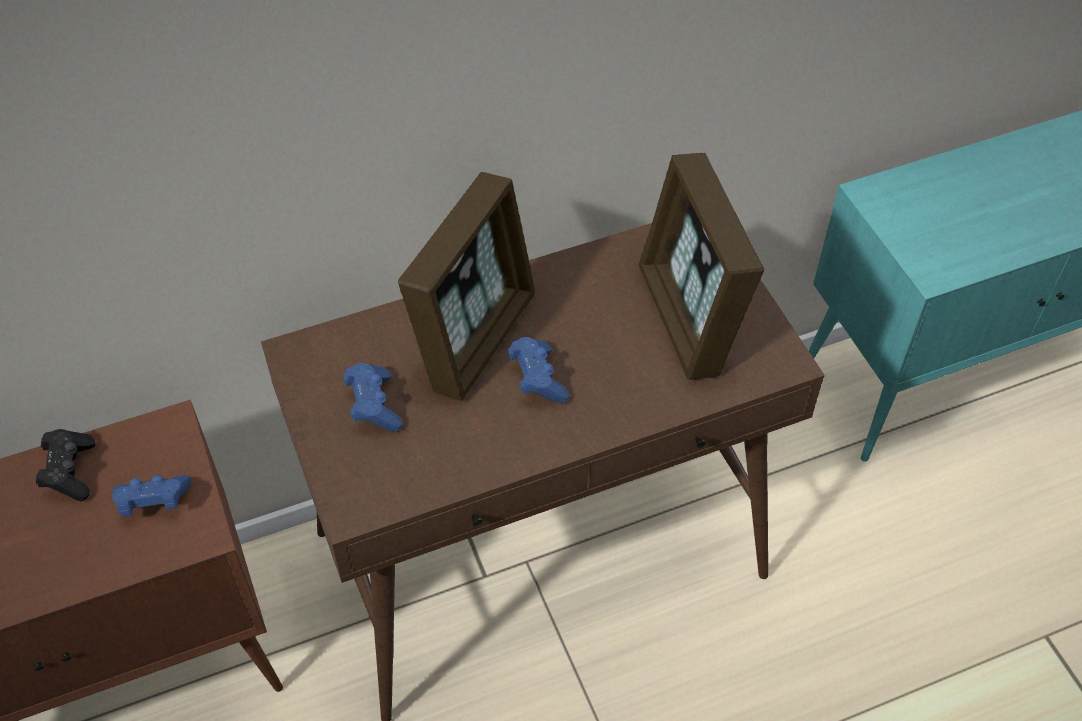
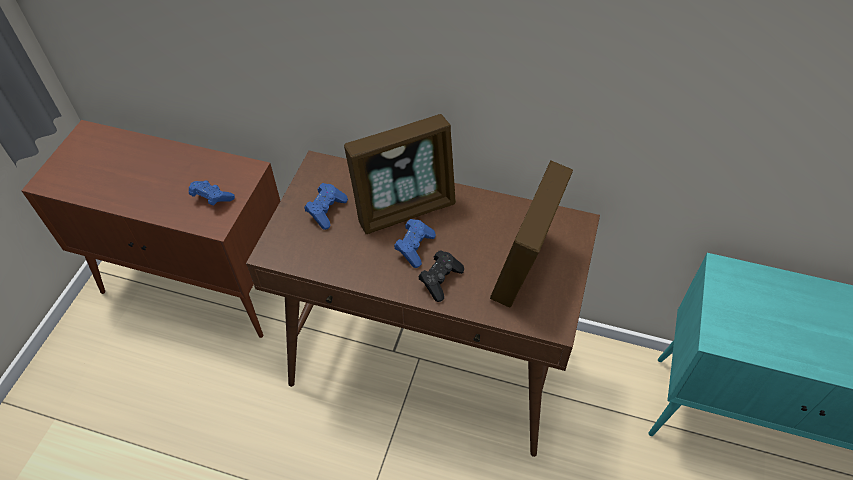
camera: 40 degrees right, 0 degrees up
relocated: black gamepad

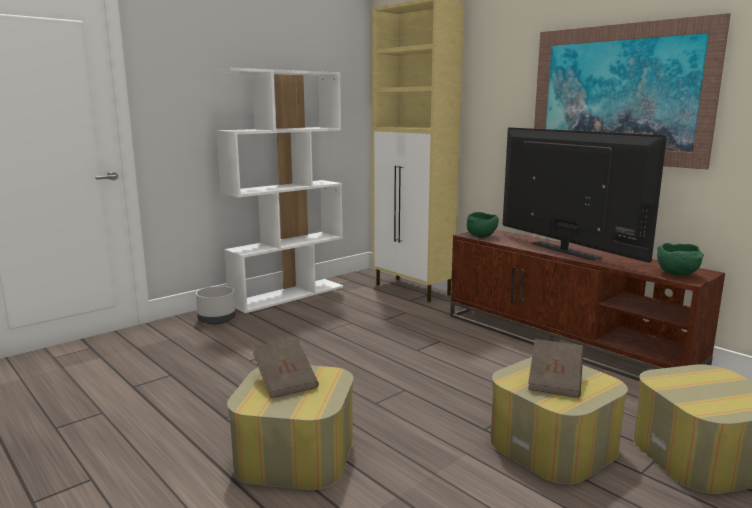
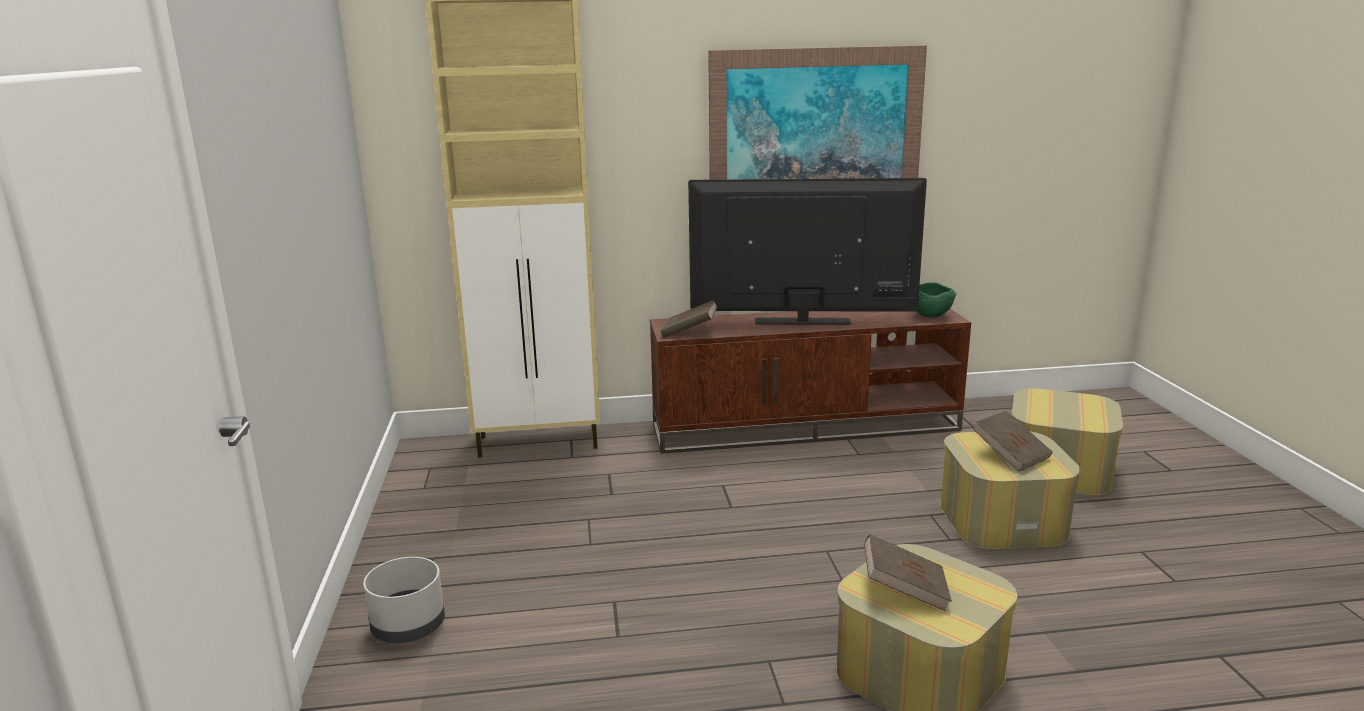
camera: 55 degrees left, 5 degrees up
missing: whitish bookcase
exchanged: greenish deep dish (no. 1 from left) to brown-coloured book (no. 1 from left)

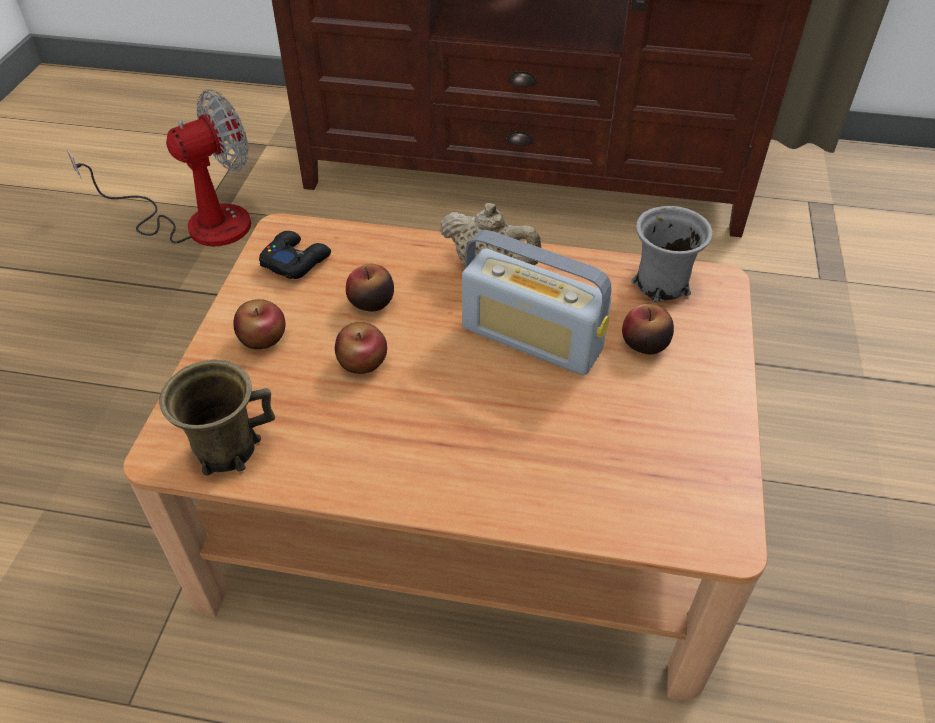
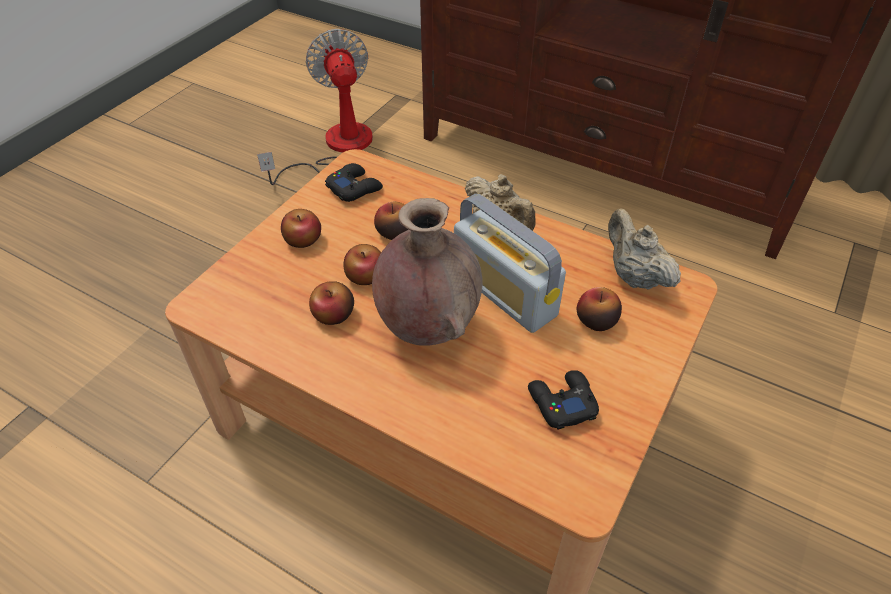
camera: 20 degrees right, 0 degrees up
missing: brown-coloured mug
appeared: apple fruit (no. 2 from left); brown-coloured vase; black gamepad (no. 2 from left)
exchanged: gray mug to beige pot for tea (no. 2 from left)
spun: fan 90 degrees counterclockwise

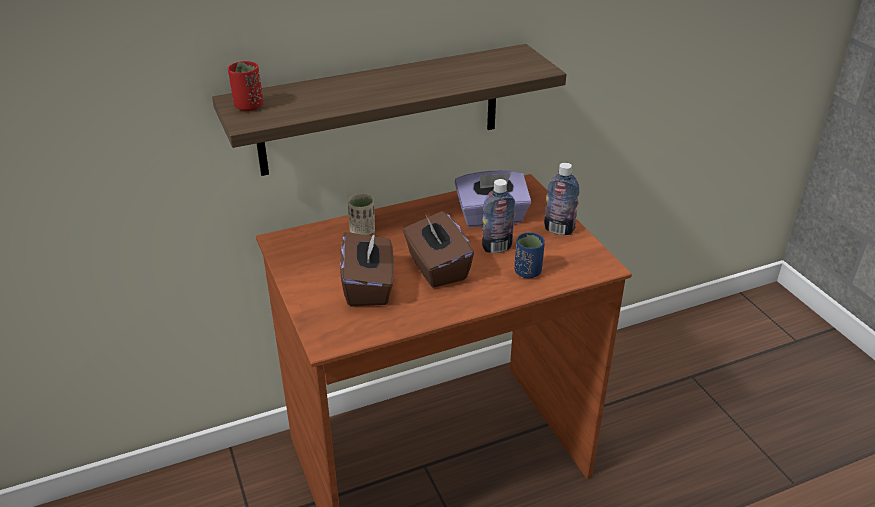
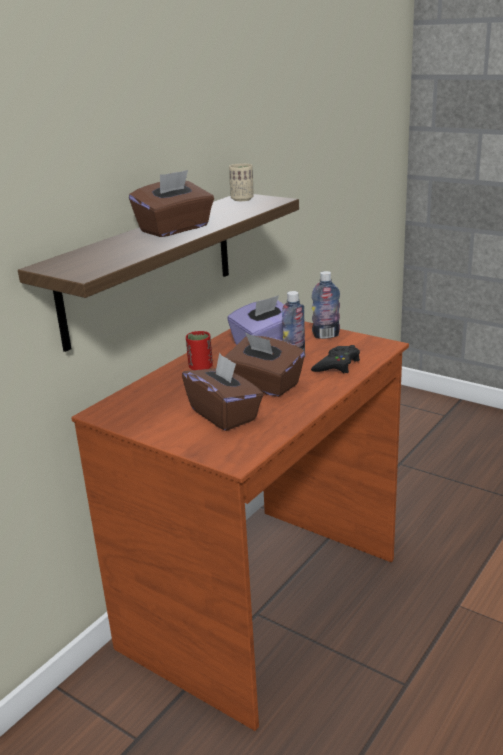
camera: 30 degrees left, 10 degrees down
appeared: brown-coloured box of tissues (no. 1 from left)
relocated: reddish small cup; beige small cup
exchanged: blue-coloured small cup to black gamepad

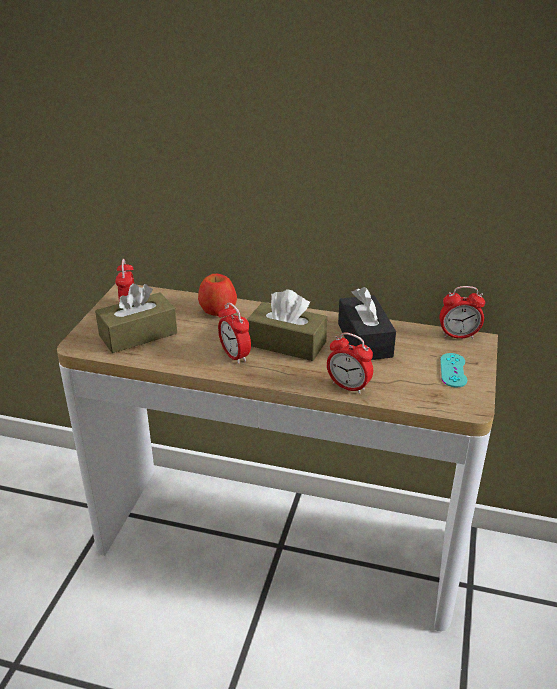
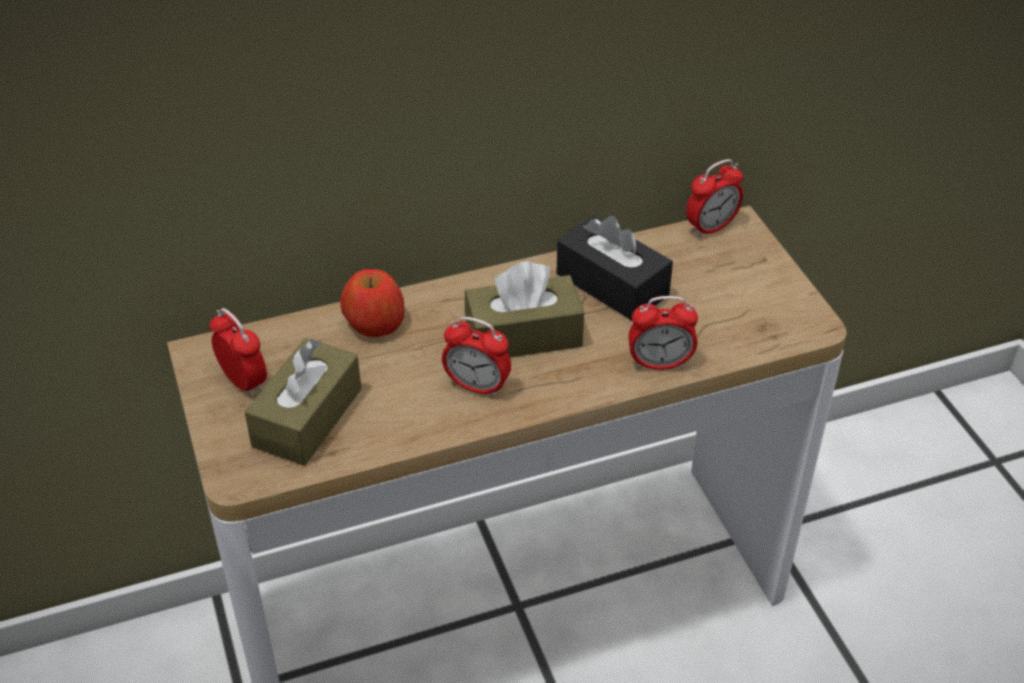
camera: 35 degrees left, 10 degrees up
missing: turquoise-coloured gamepad

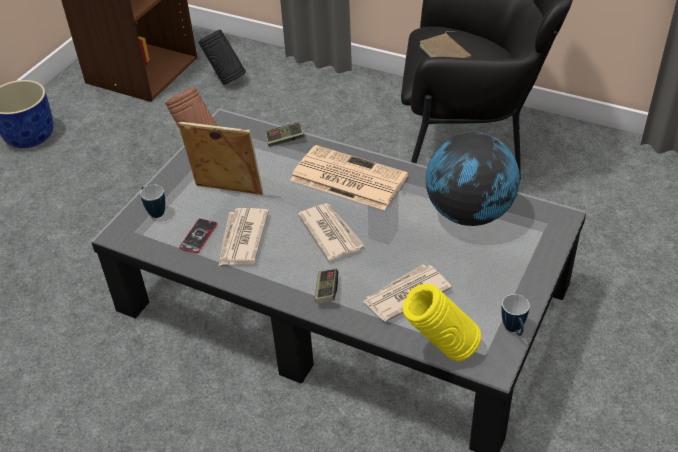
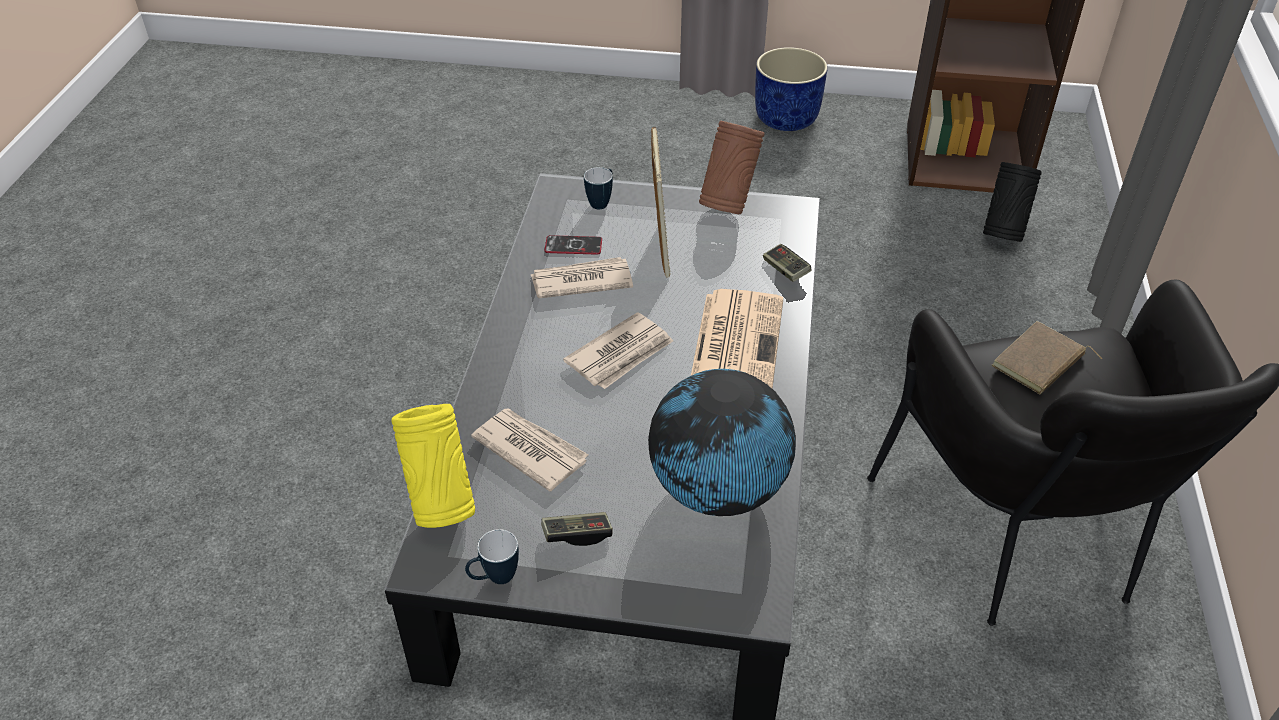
camera: 70 degrees right, 0 degrees up
relocated: gamepad (no. 2 from left in the first image) to gamepad (no. 1 from left)

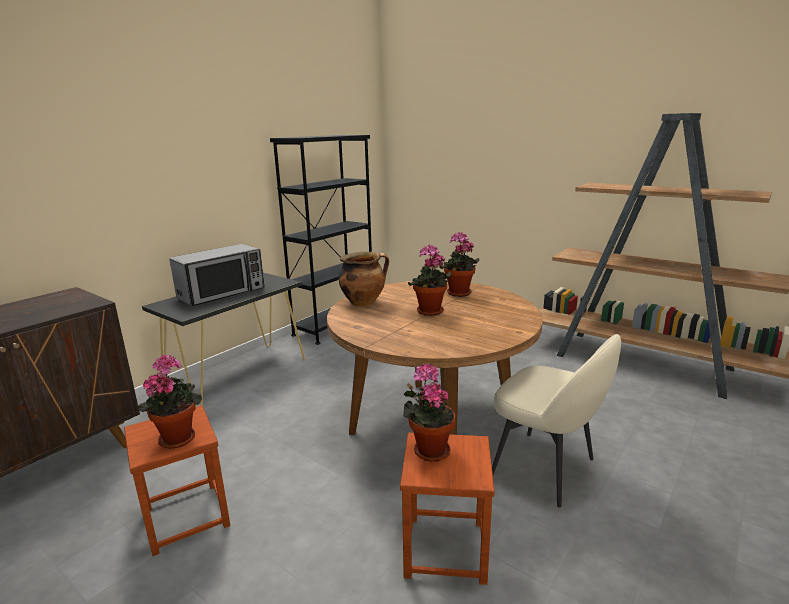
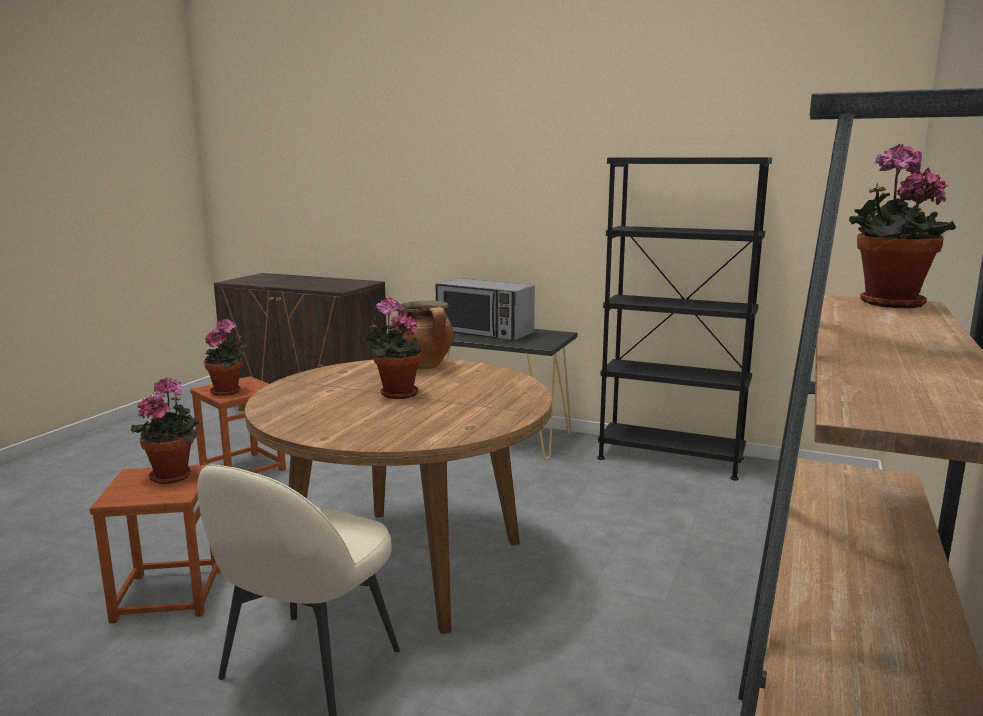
camera: 75 degrees right, 5 degrees down
relocated: plant in a pot (no. 4 from left)

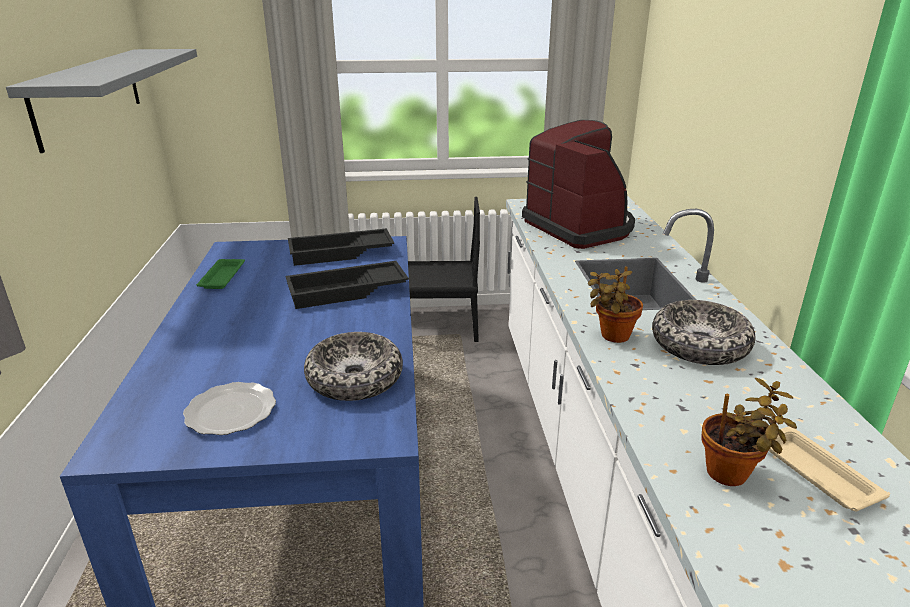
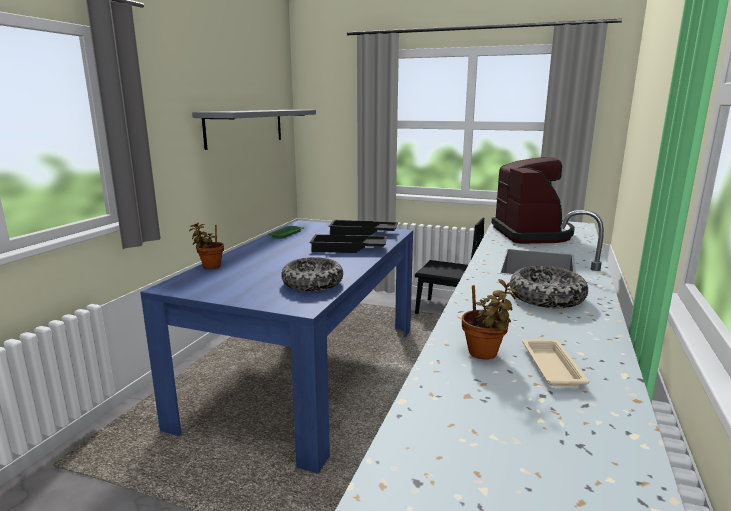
camera: 25 degrees right, 10 degrees down
missing: plate
relocated: plant in a pot (no. 1 from left)

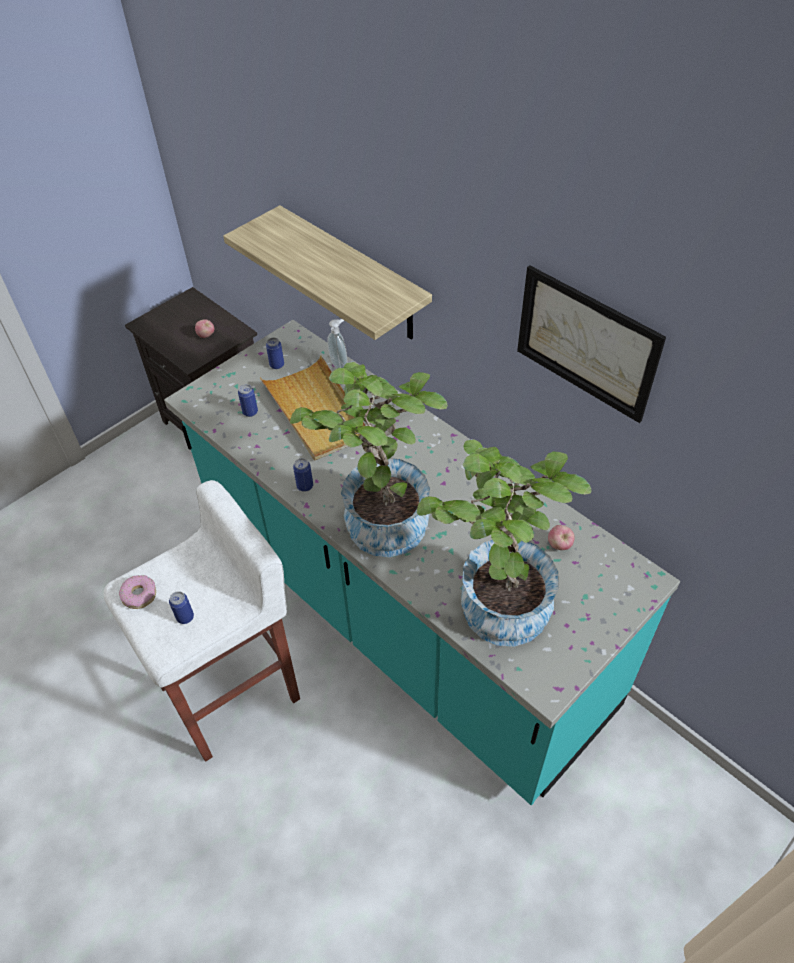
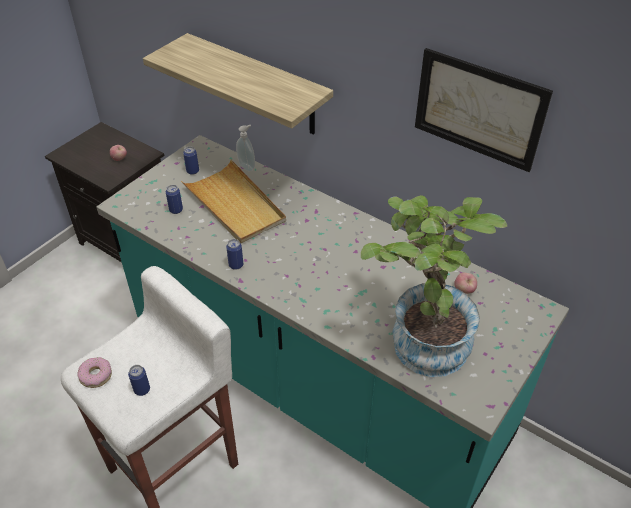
camera: 10 degrees left, 5 degrees down
missing: plant in a pot (no. 1 from left)

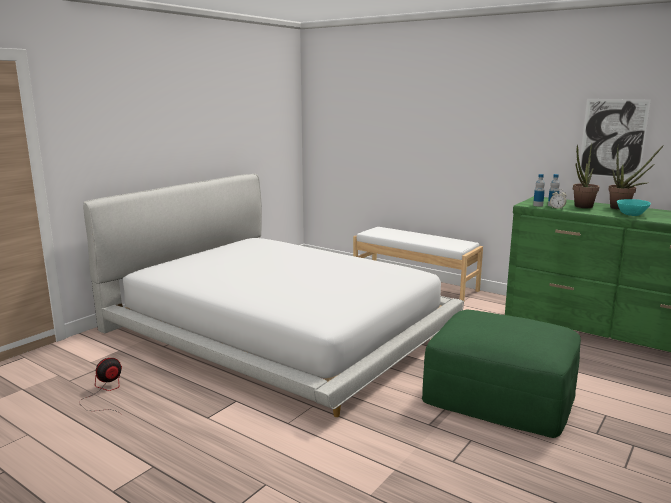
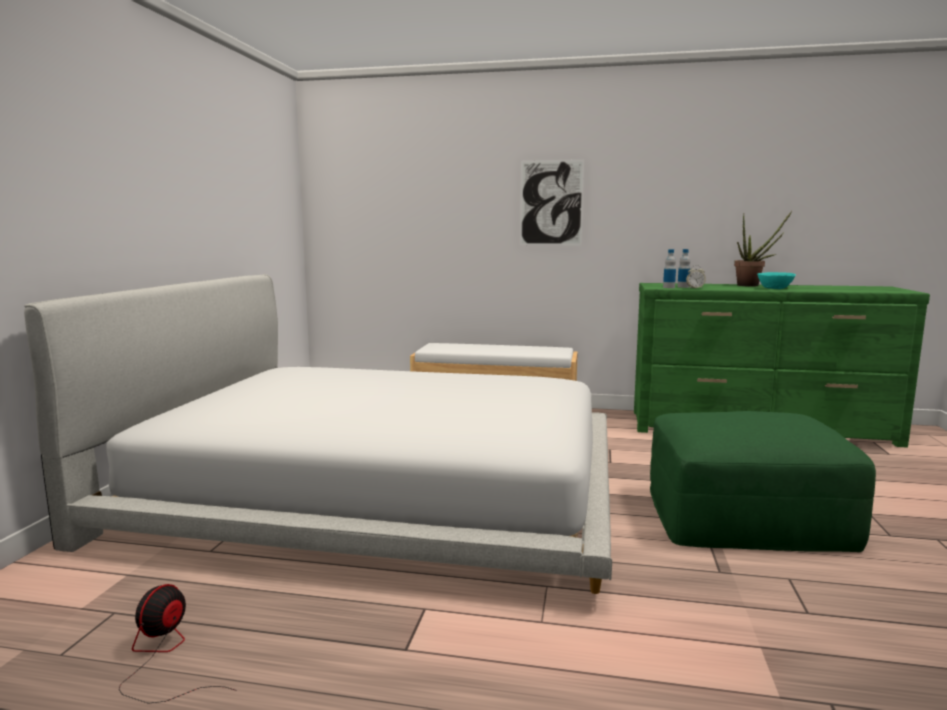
camera: 25 degrees left, 5 degrees down
missing: plant in a pot (no. 1 from left)
relocated: picture

